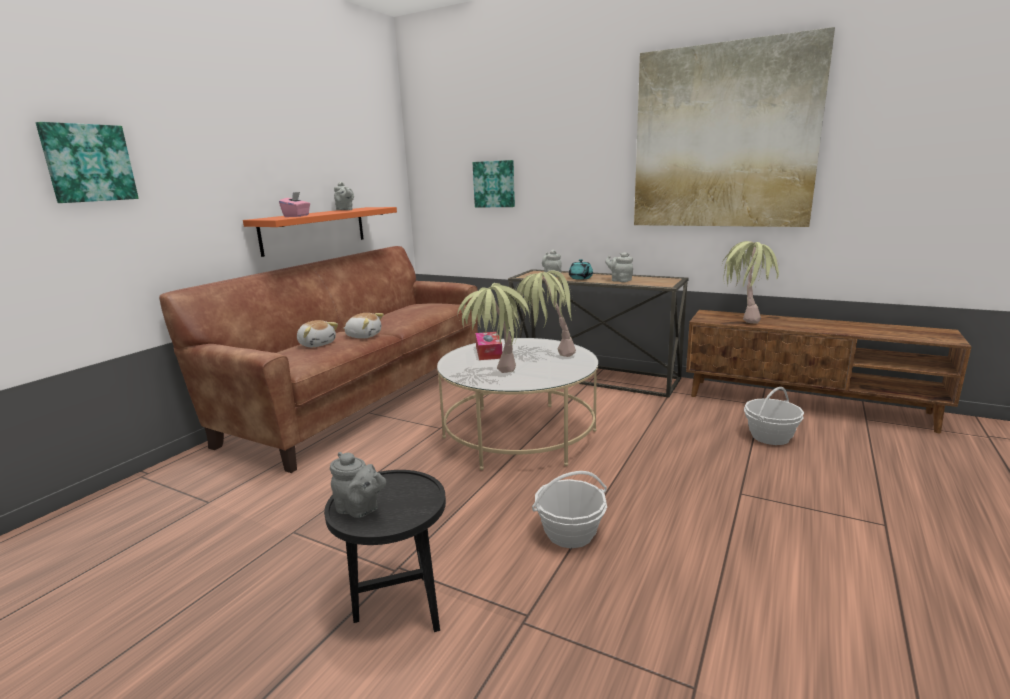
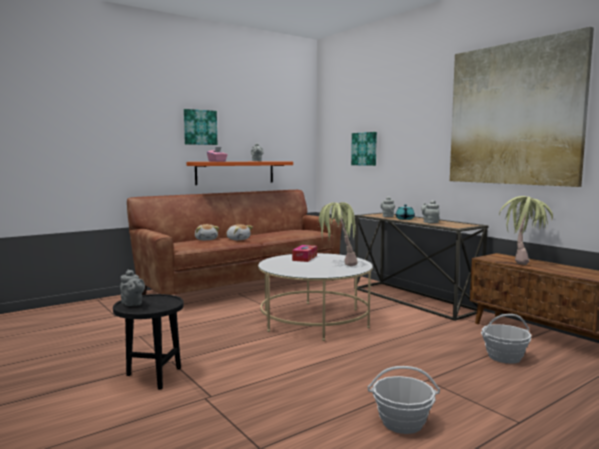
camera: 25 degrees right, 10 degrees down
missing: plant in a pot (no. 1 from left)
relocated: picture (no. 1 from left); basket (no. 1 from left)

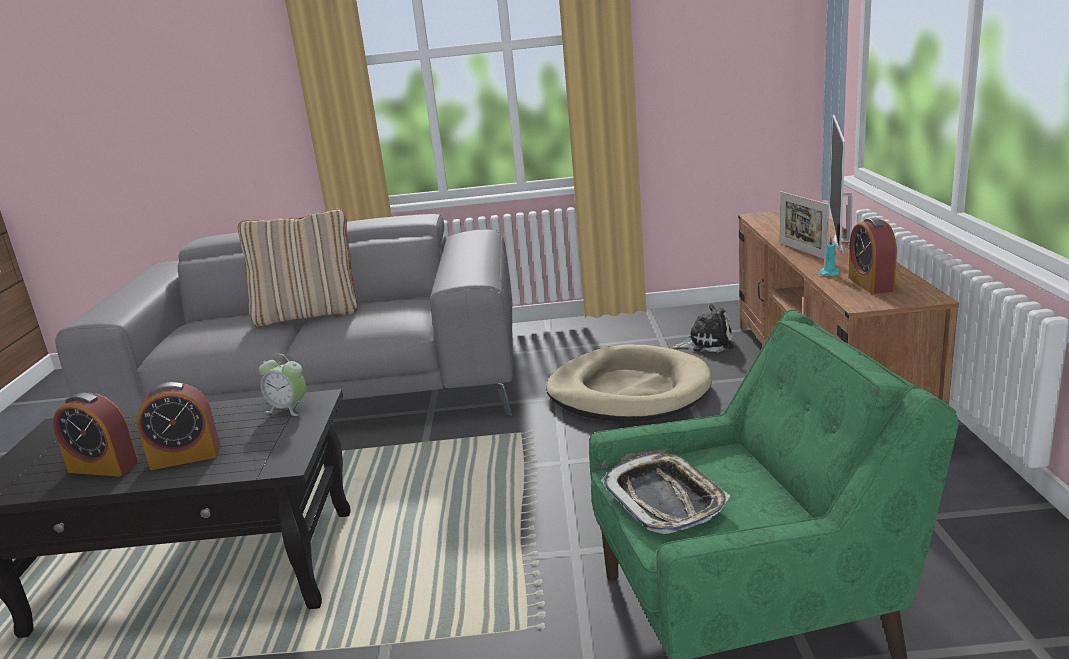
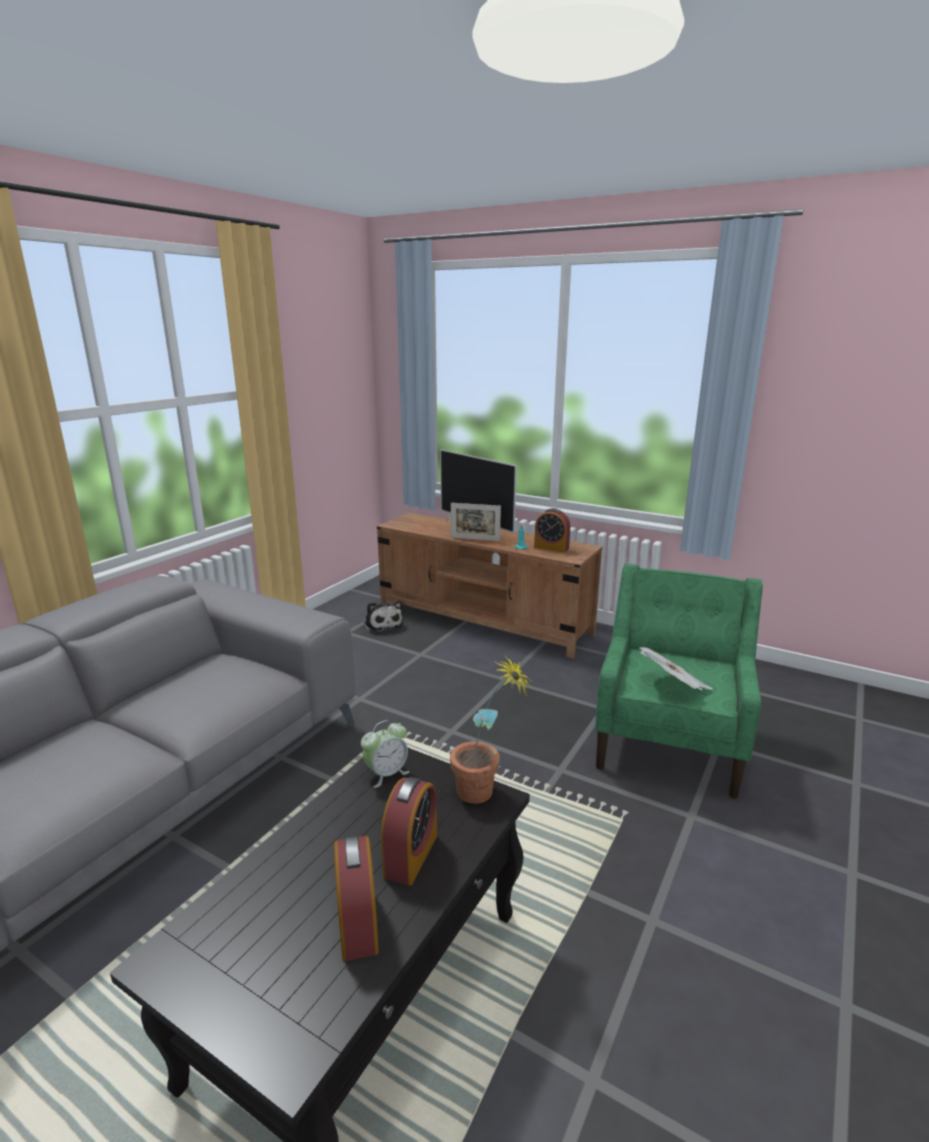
camera: 60 degrees left, 0 degrees up
missing: beige cushion; beige dog cushion
appeared: plant in a pot
exchanged: tray to daily paper
spun: bedside clock (no. 1 from left) 60 degrees counterclockwise; cuddly toy 120 degrees clockwise

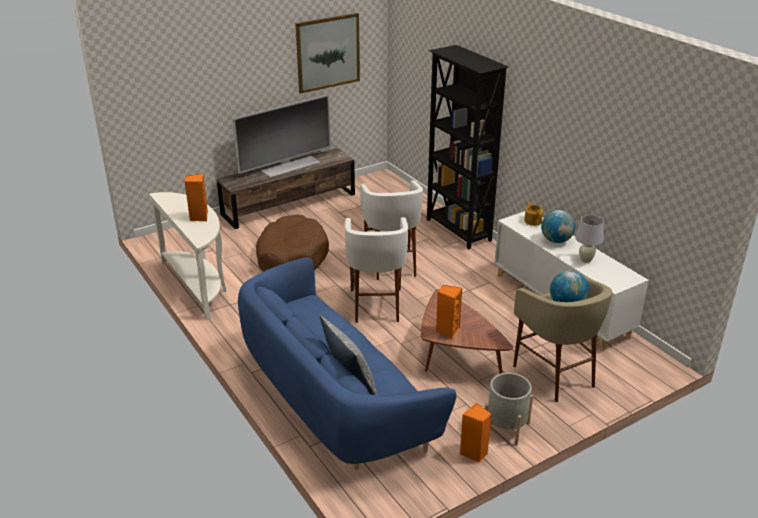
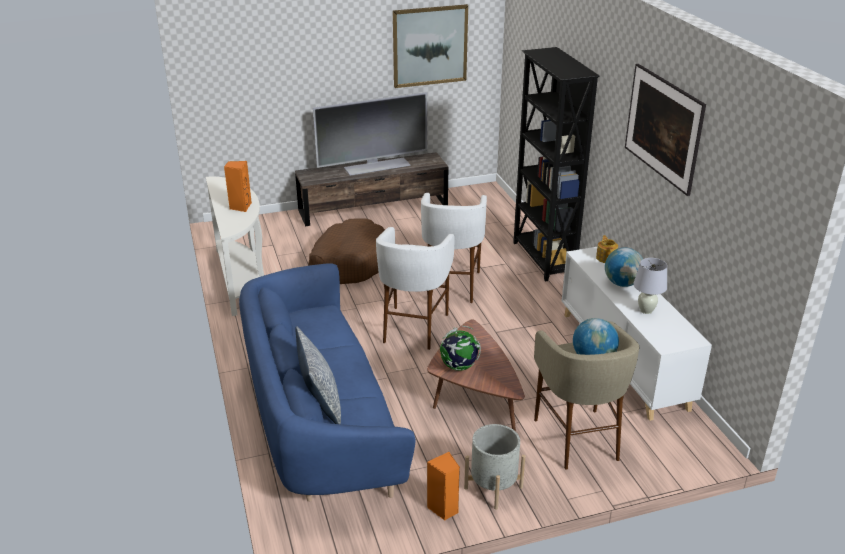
camera: 15 degrees right, 0 degrees up
appeared: picture (no. 2 from left)
exchanged: orange audio speaker (no. 2 from left) to world globe (no. 1 from left)

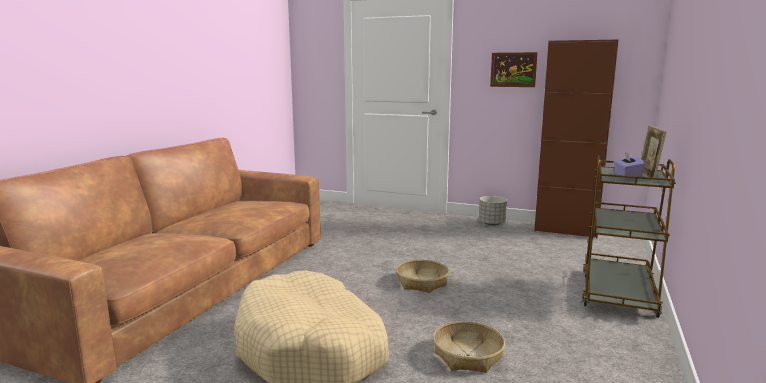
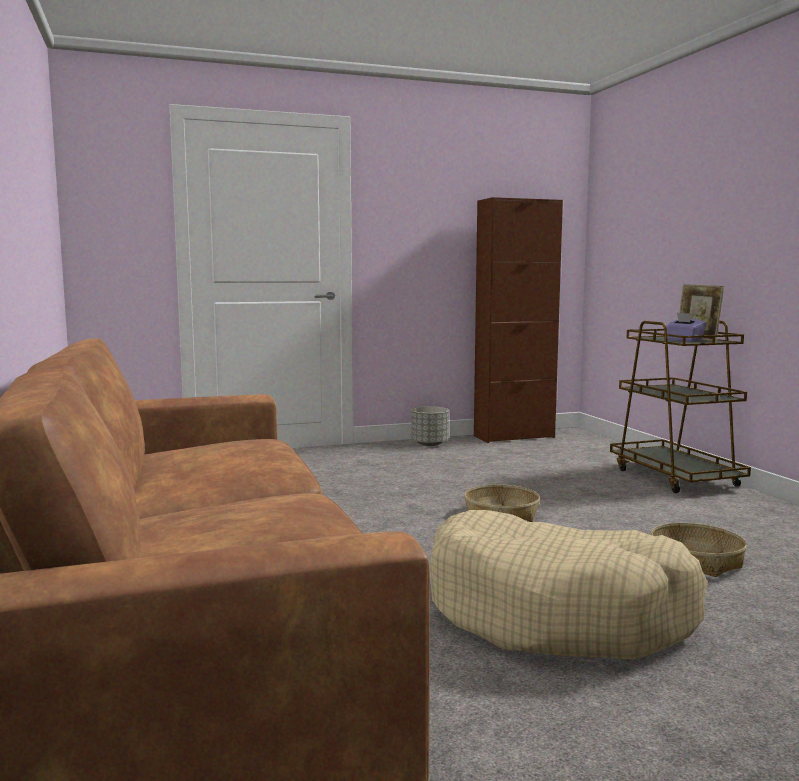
camera: 40 degrees left, 5 degrees down
missing: picture

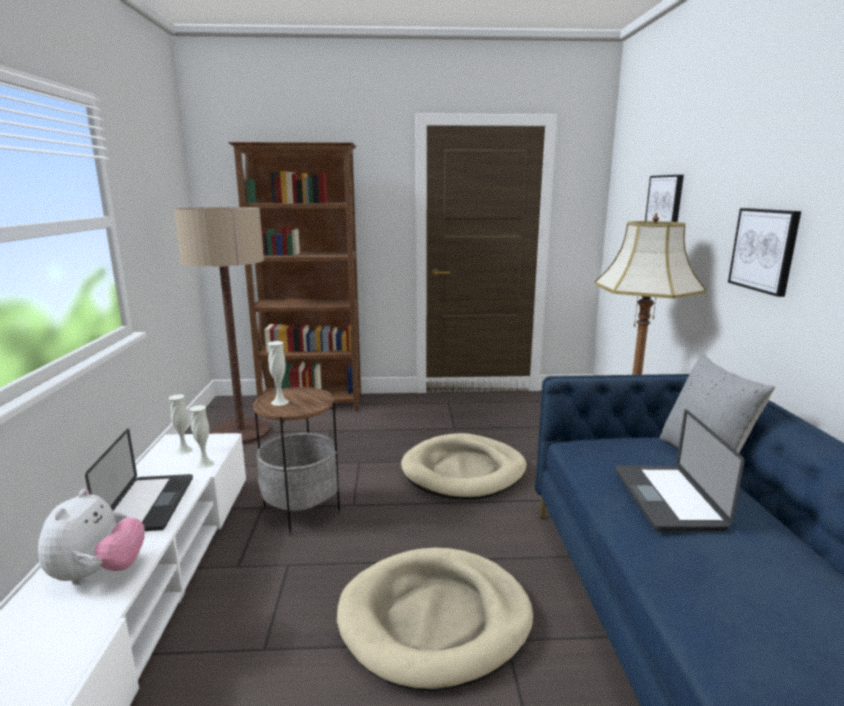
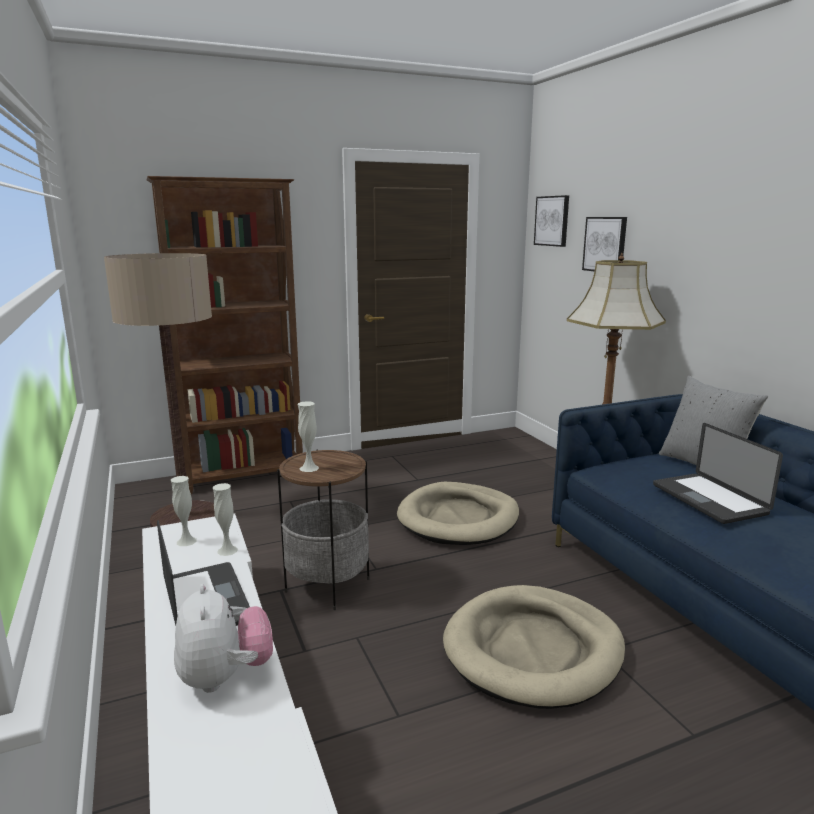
camera: 20 degrees left, 0 degrees up
relocated: picture (no. 2 from left in the first image) to picture (no. 1 from left)

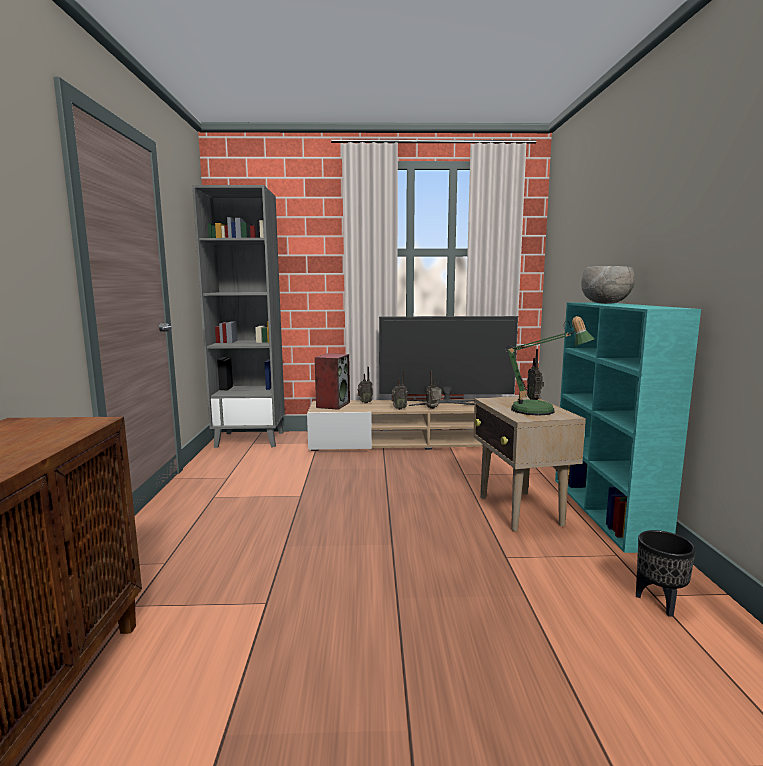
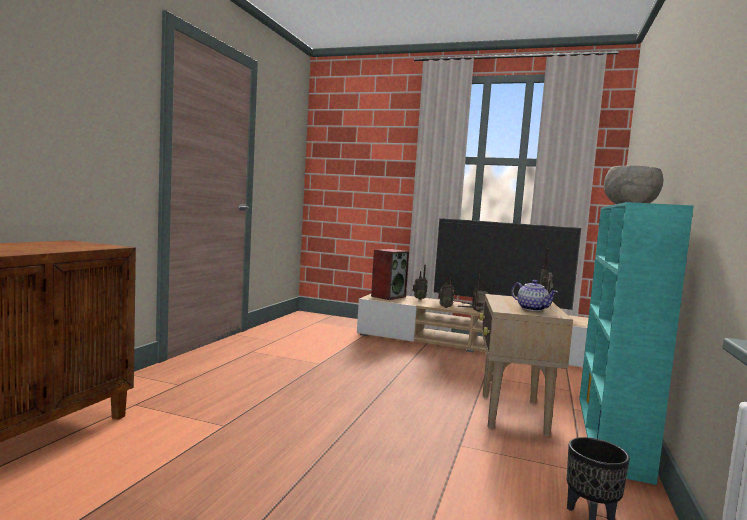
camera: 20 degrees right, 5 degrees down
missing: gray bookcase
exchanged: lamp for a table to pot for tea

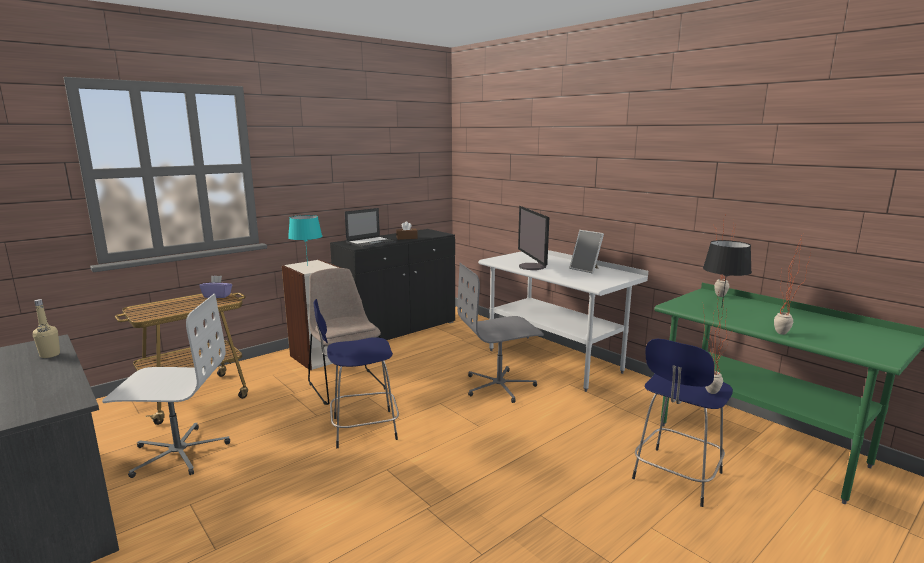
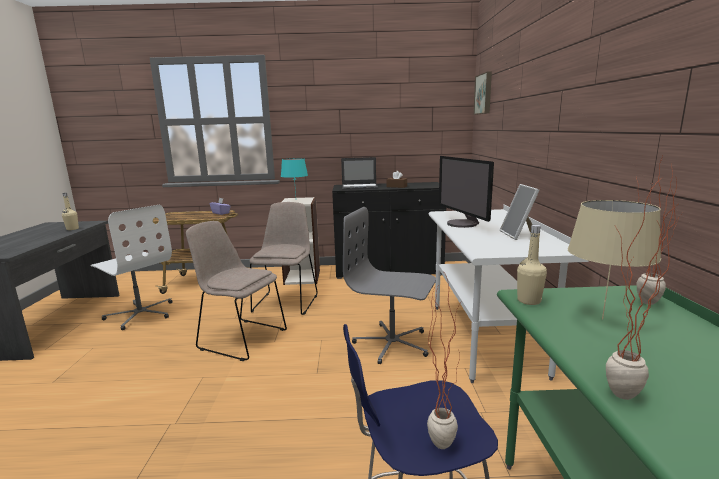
camera: 40 degrees right, 0 degrees up
appeared: picture; beige beverage bottle (no. 2 from left)
exchanged: blue-coloured sitting stool (no. 1 from left) to beige plain chair (no. 1 from left)
colour: black lamp for a table to beige lamp for a table
spun: computer screen 45 degrees counterclockwise

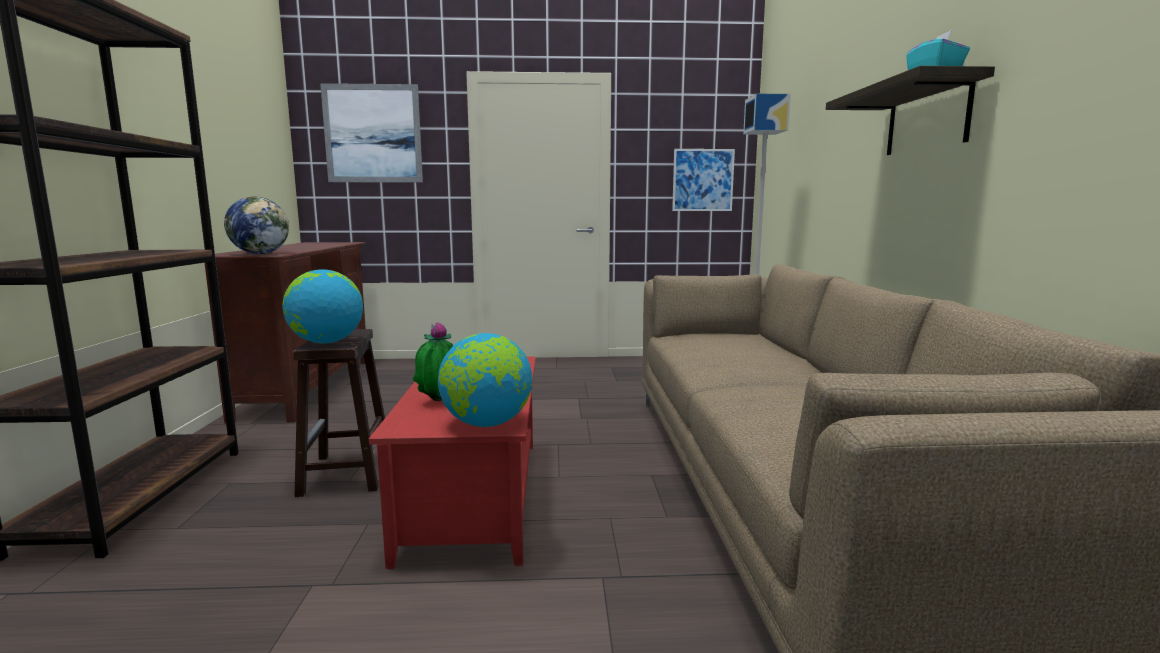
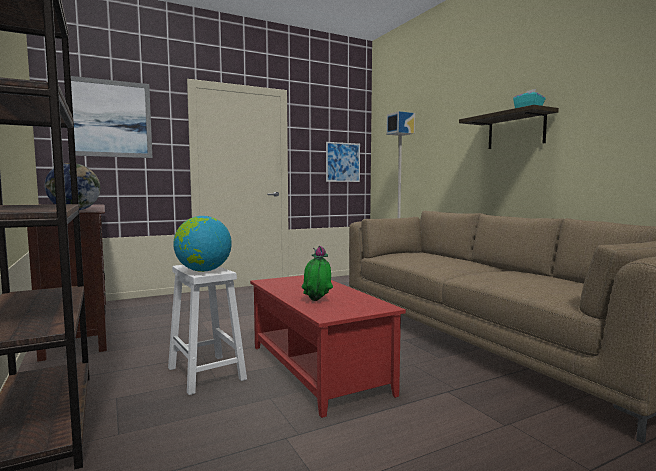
camera: 25 degrees left, 5 degrees down
missing: world globe (no. 3 from left)
colour: brown-coloured sitting stool to whitish sitting stool

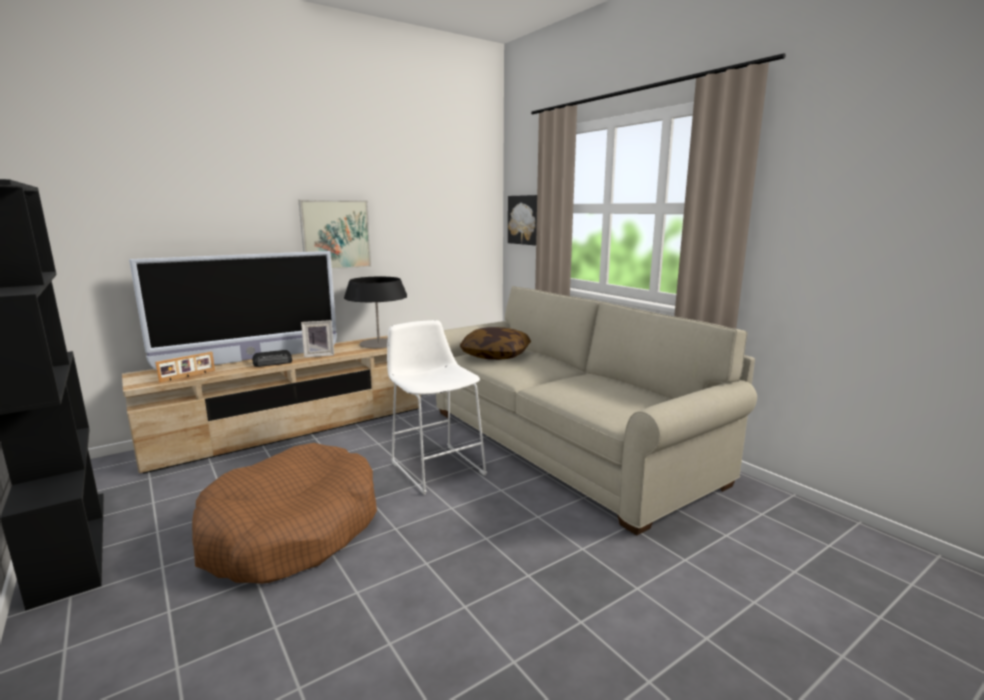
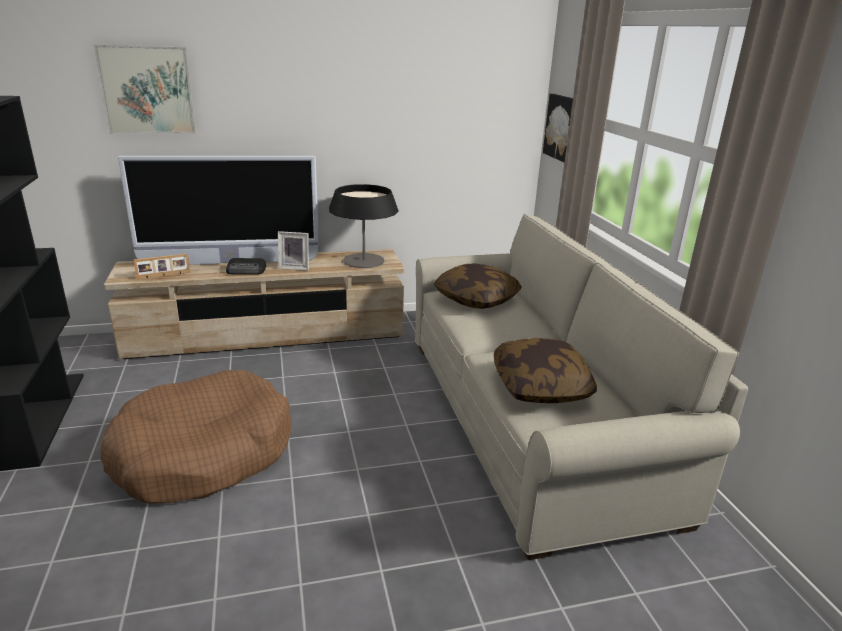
camera: 20 degrees right, 10 degrees up
missing: whitish sitting stool
appeared: cushion (no. 2 from left)
relocated: picture (no. 1 from left)

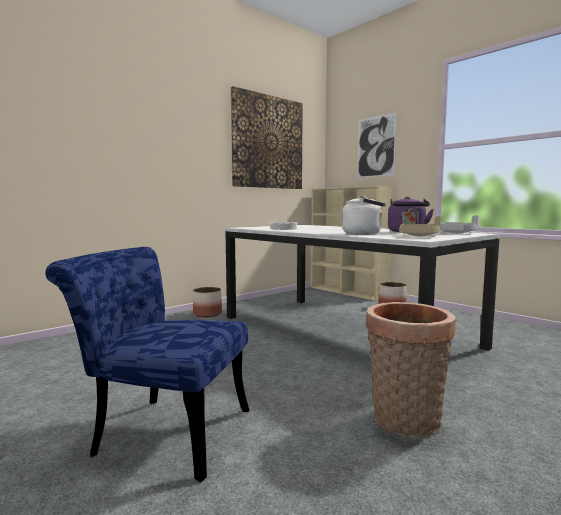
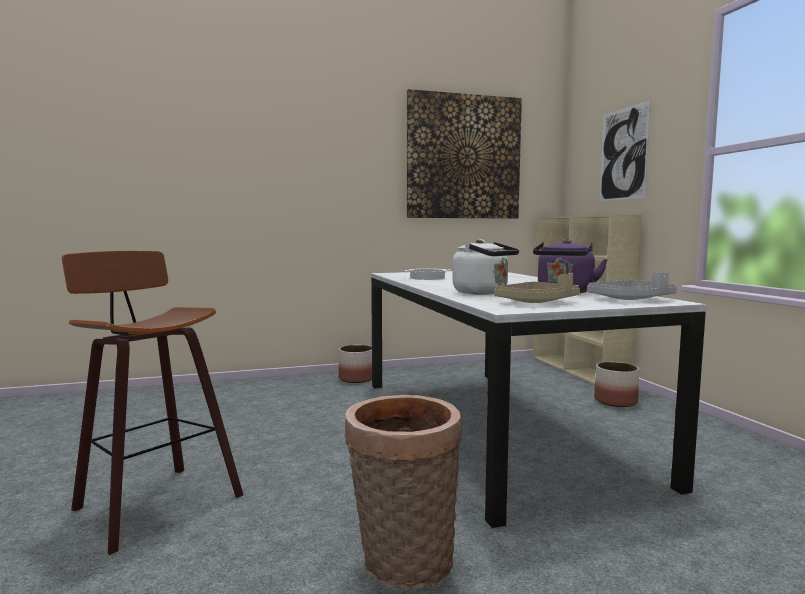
camera: 25 degrees right, 0 degrees up
exchanged: blue-coloured plain chair to sitting stool

